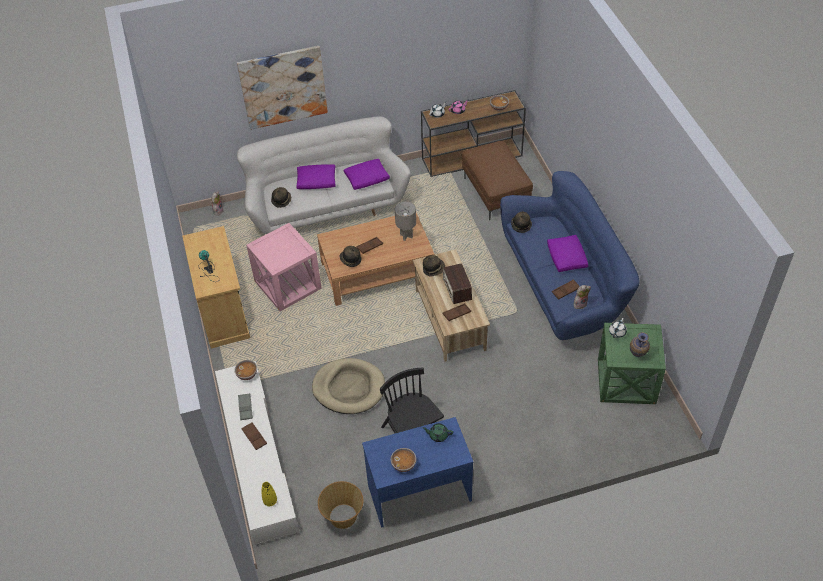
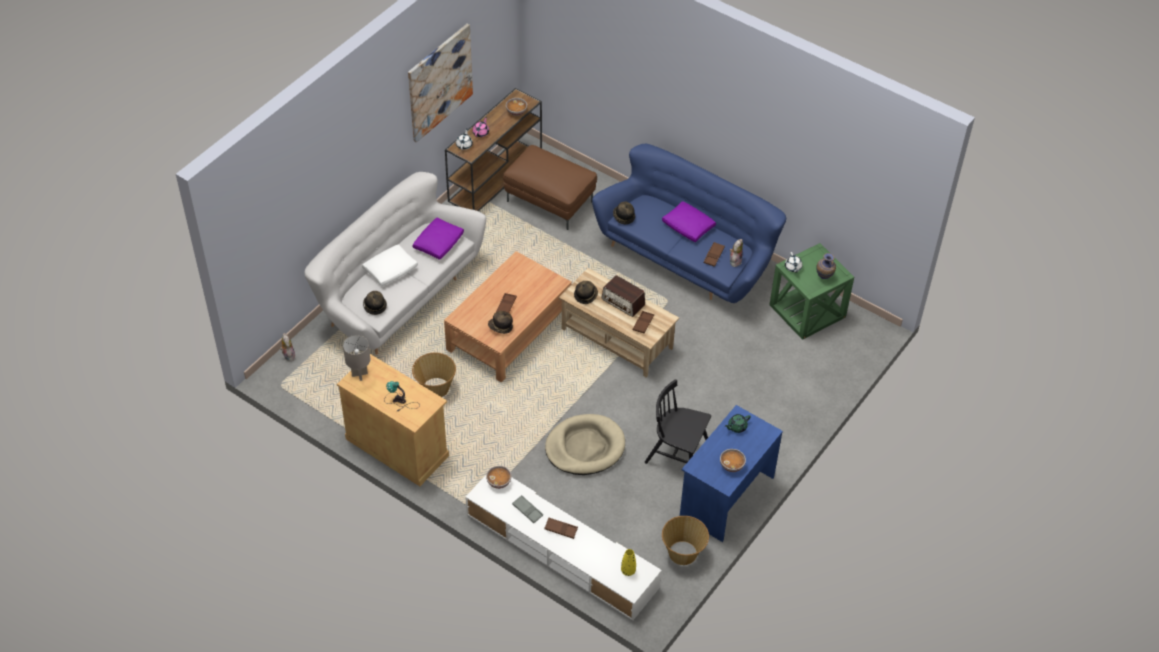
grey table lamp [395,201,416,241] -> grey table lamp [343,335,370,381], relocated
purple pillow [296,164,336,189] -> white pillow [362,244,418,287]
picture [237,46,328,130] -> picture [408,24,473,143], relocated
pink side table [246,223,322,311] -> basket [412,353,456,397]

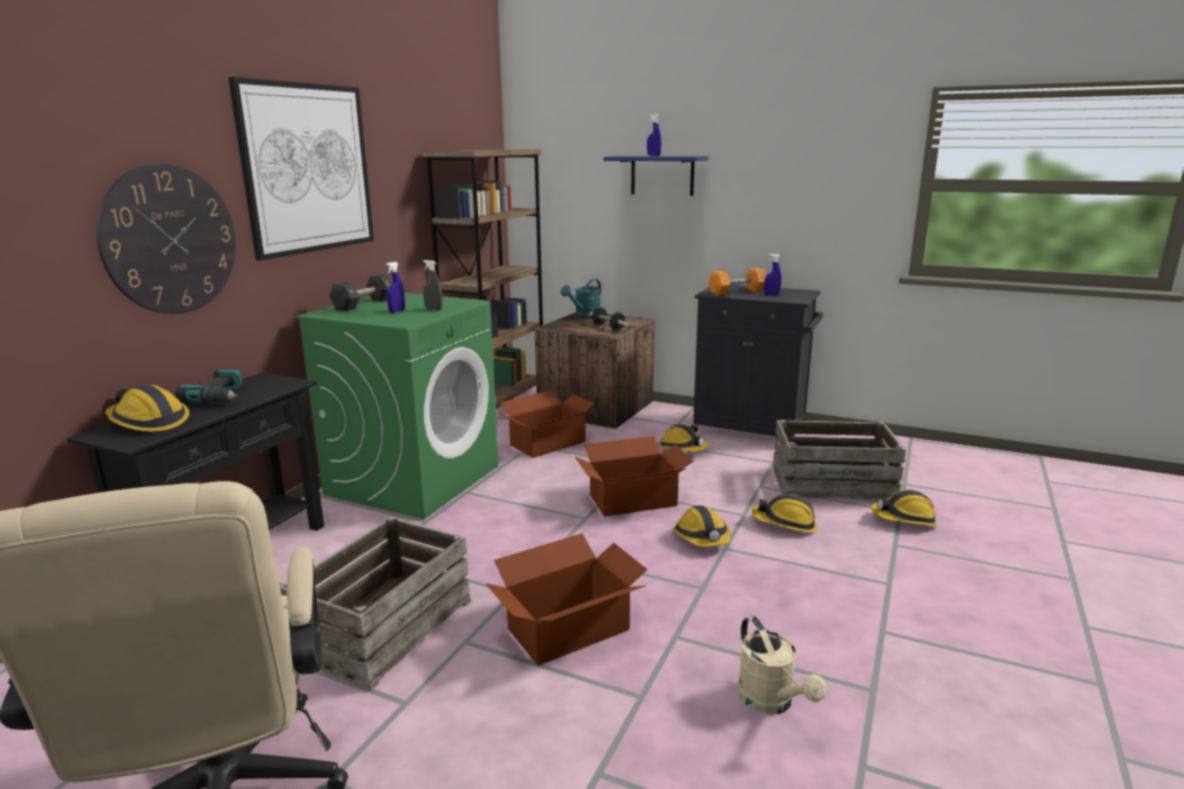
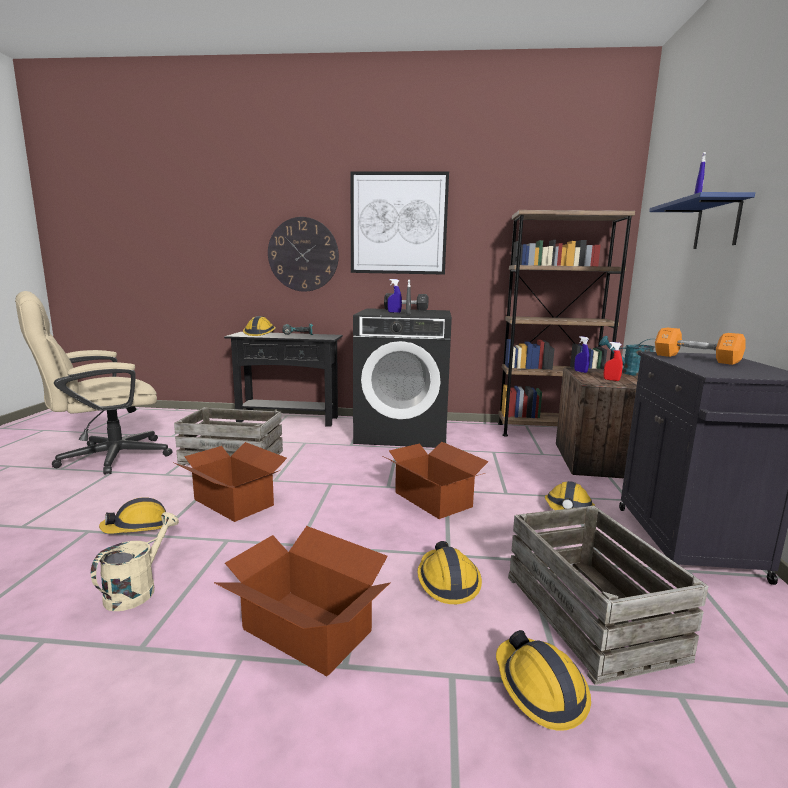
beige watering can [738,616,826,714] -> beige watering can [91,512,179,611], 150 degrees clockwise
hard hat [672,506,731,547] -> hard hat [99,497,166,534], relocated
cardboard box [499,390,596,458] -> cardboard box [214,526,391,676], relocated
green washing machine [295,293,499,519] -> black washing machine [353,308,452,448]
blue spray bottle [764,253,782,296] -> blue spray bottle [574,336,590,373], relocated
dumbbell [590,307,628,331] -> red spray bottle [604,342,623,381]

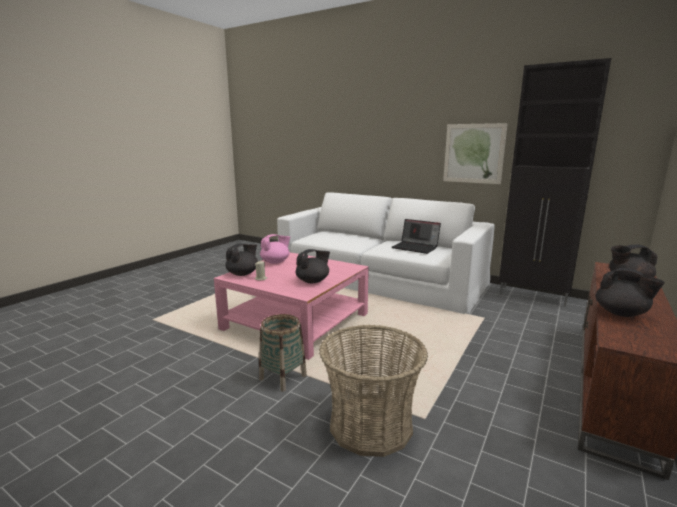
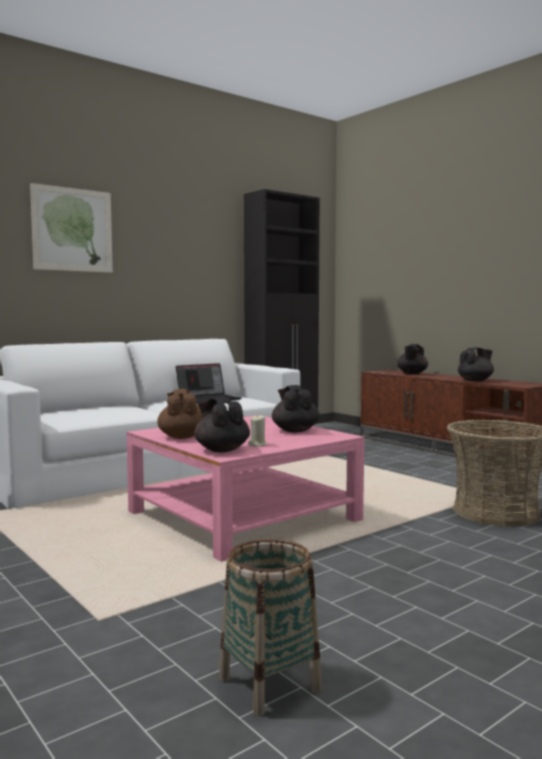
picture [443,123,508,184] -> picture [30,183,113,273], relocated
pink teapot [260,234,290,264] -> brown teapot [157,389,203,439]
basket [259,314,307,392] -> basket [219,539,322,716], relocated

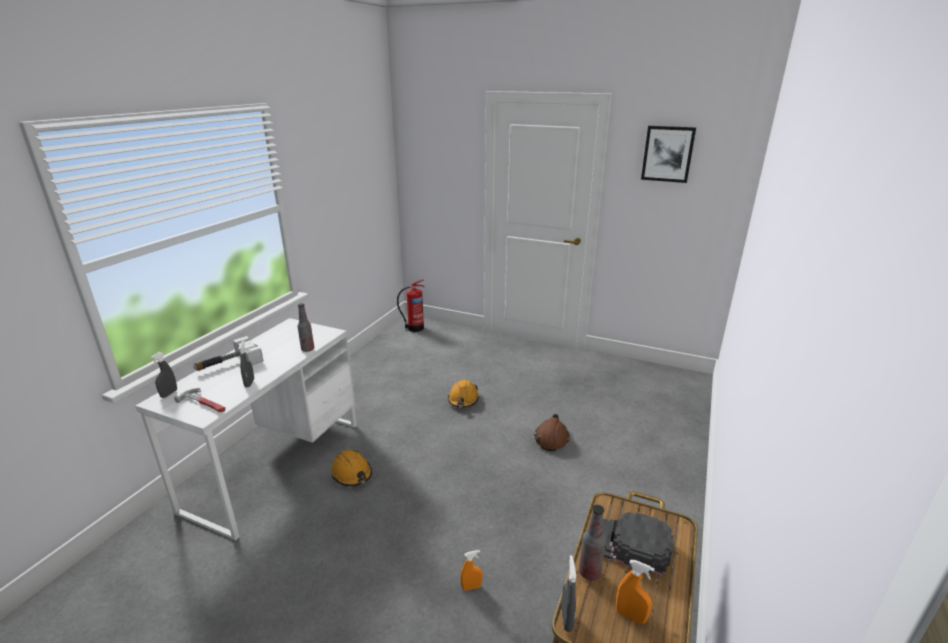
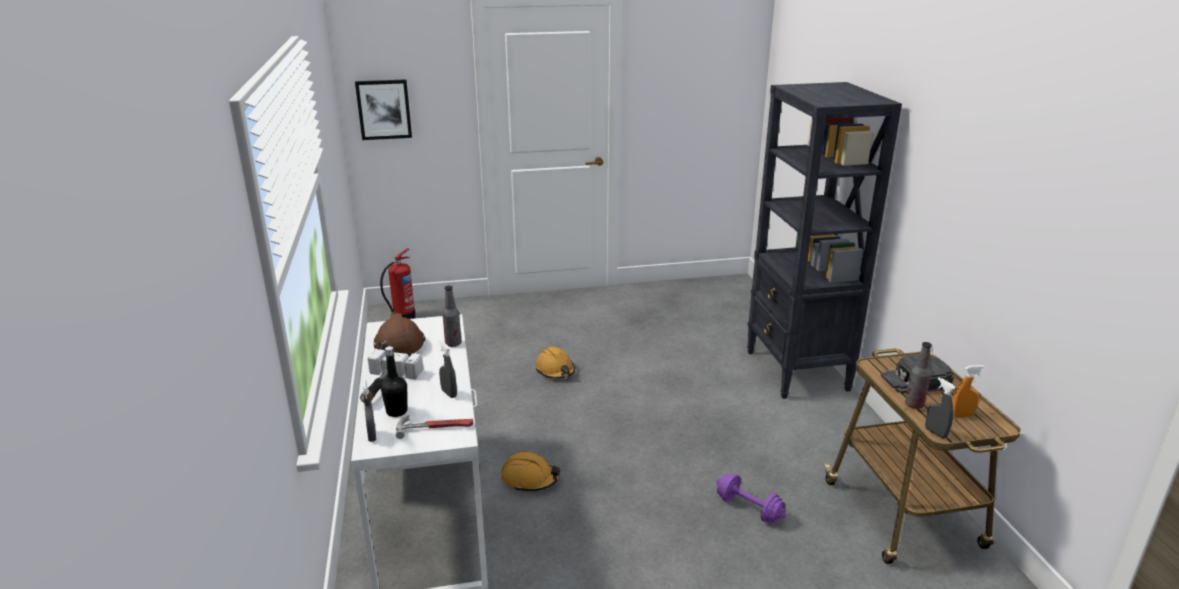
picture [641,126,696,183] -> picture [355,79,412,140], relocated
brown hard hat [534,414,569,451] -> brown hard hat [374,312,425,356], relocated
none -> black bottle [381,346,407,417]
orange spray bottle [460,550,483,591] -> purple dumbbell [716,474,786,523]
none -> black bookcase [747,82,902,399]

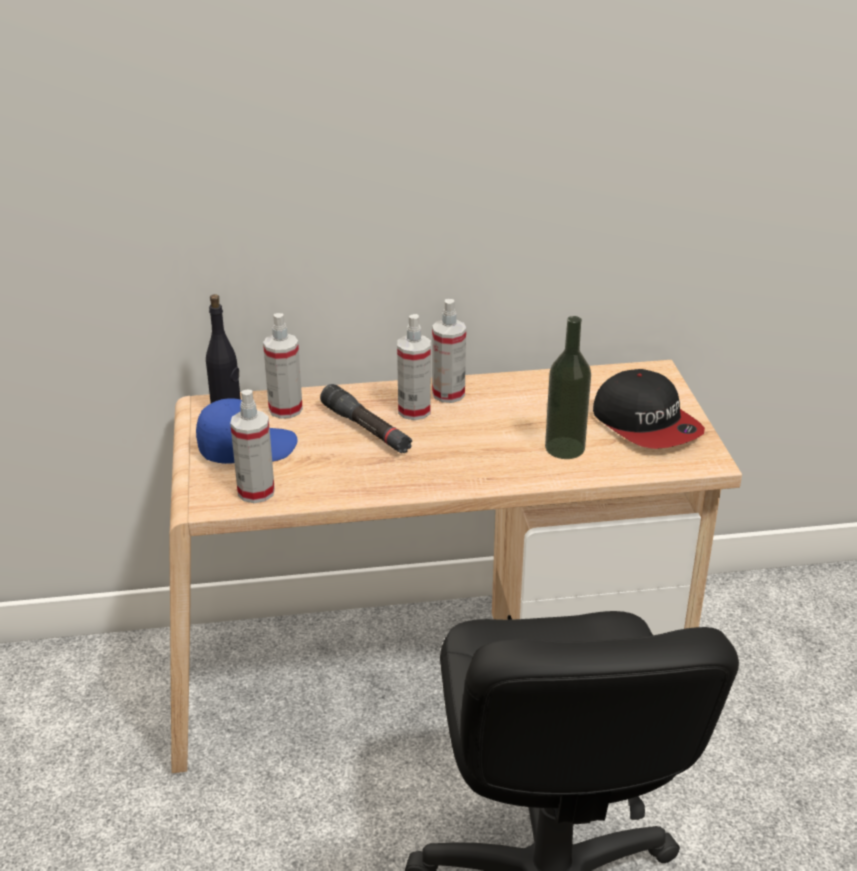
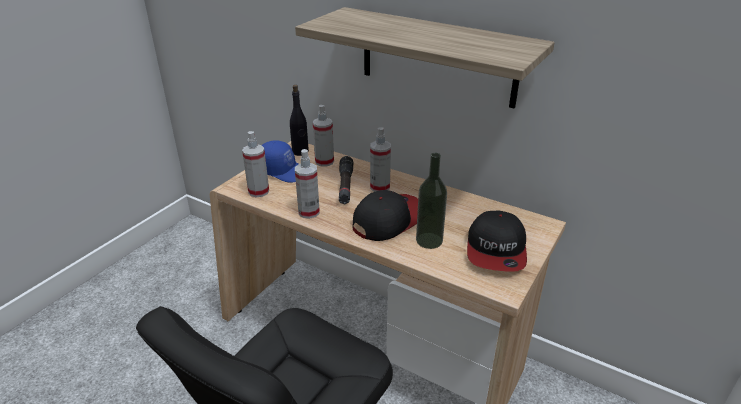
none -> shelf [295,7,555,109]
spray bottle [432,299,466,403] -> spray bottle [295,149,320,219], relocated
none -> cap [352,190,418,241]

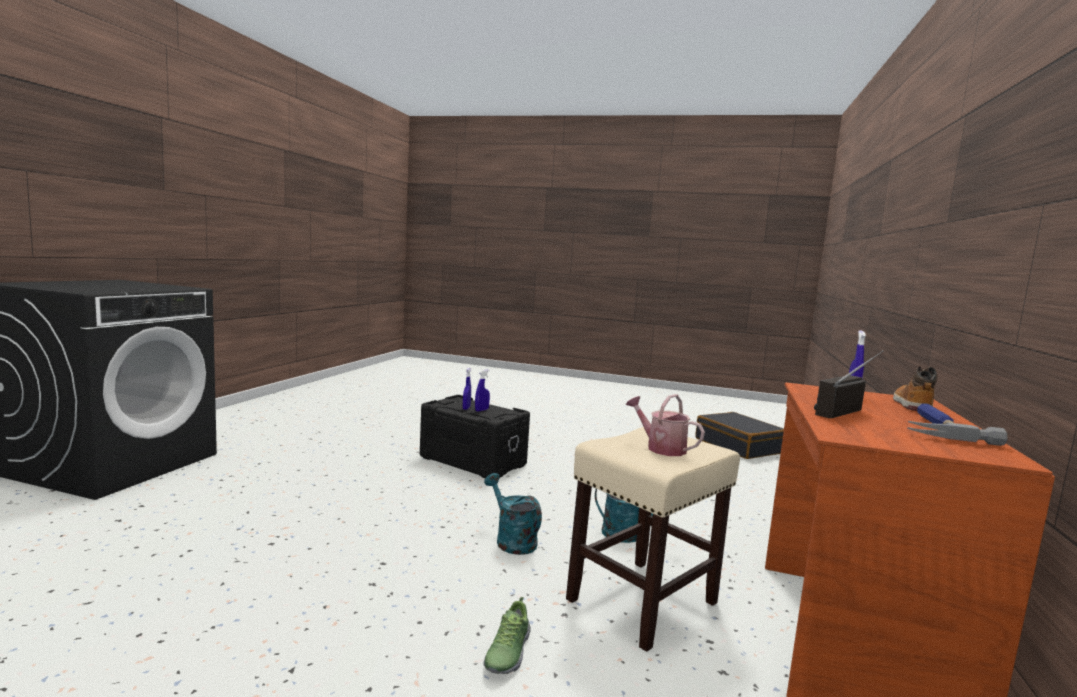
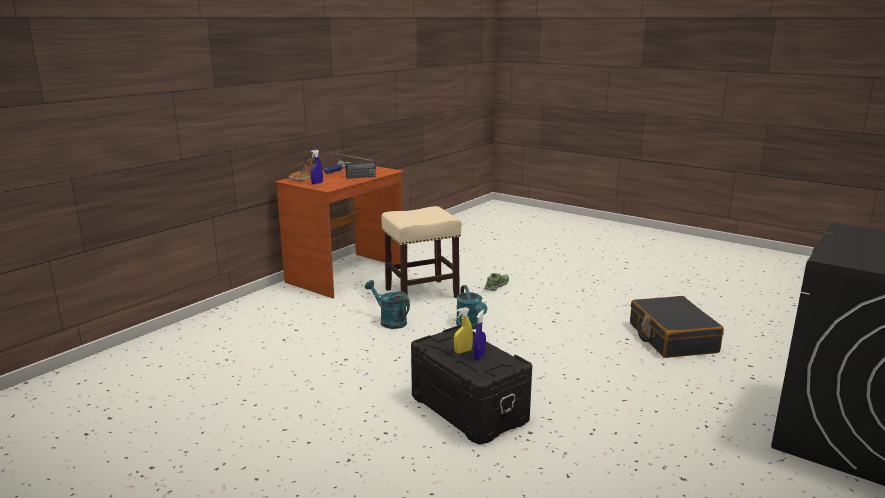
blue spray bottle [475,370,490,412] -> yellow spray bottle [454,307,473,353]
black suitcase [695,412,784,459] -> black suitcase [630,296,724,358], relocated
watering can [625,394,705,456] -> none

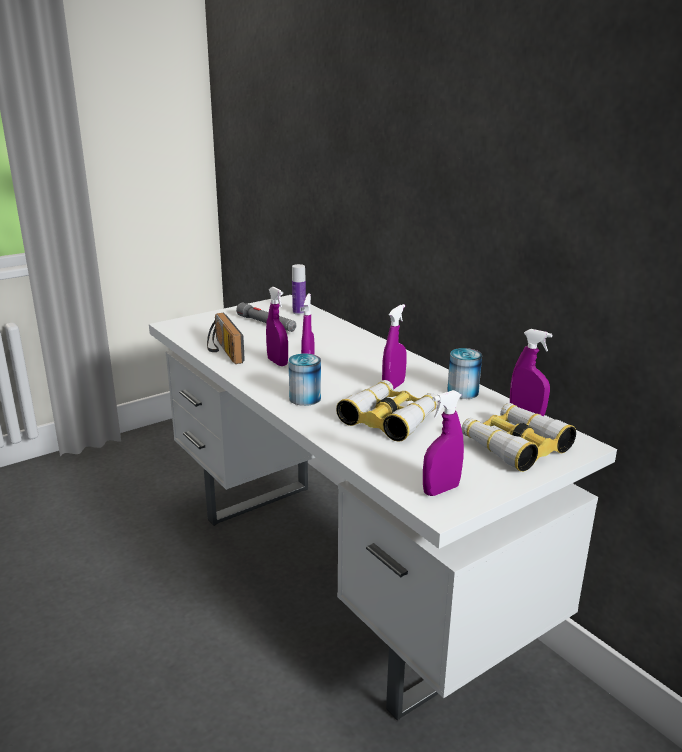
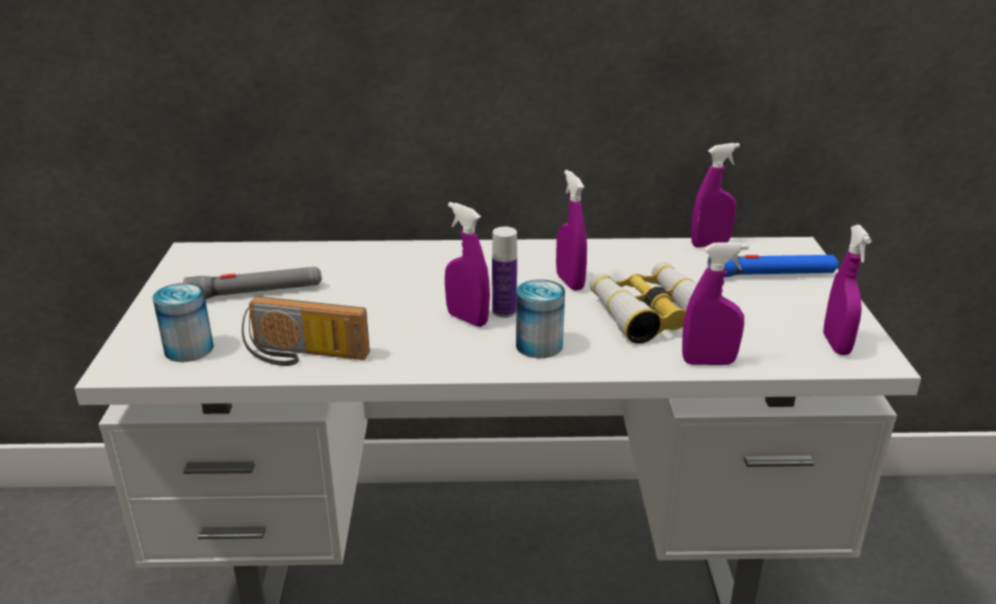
can [447,348,482,399] -> can [153,283,214,362], relocated
bottle [292,264,306,315] -> bottle [492,227,517,318], relocated
purple spray bottle [266,287,288,366] -> purple spray bottle [682,242,748,365], relocated
binoculars [462,403,576,472] -> blue flashlight [707,255,838,277]

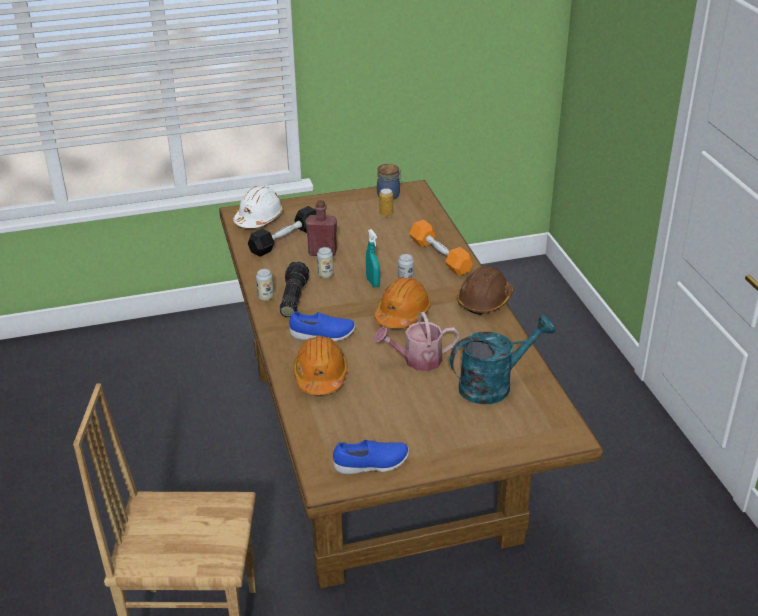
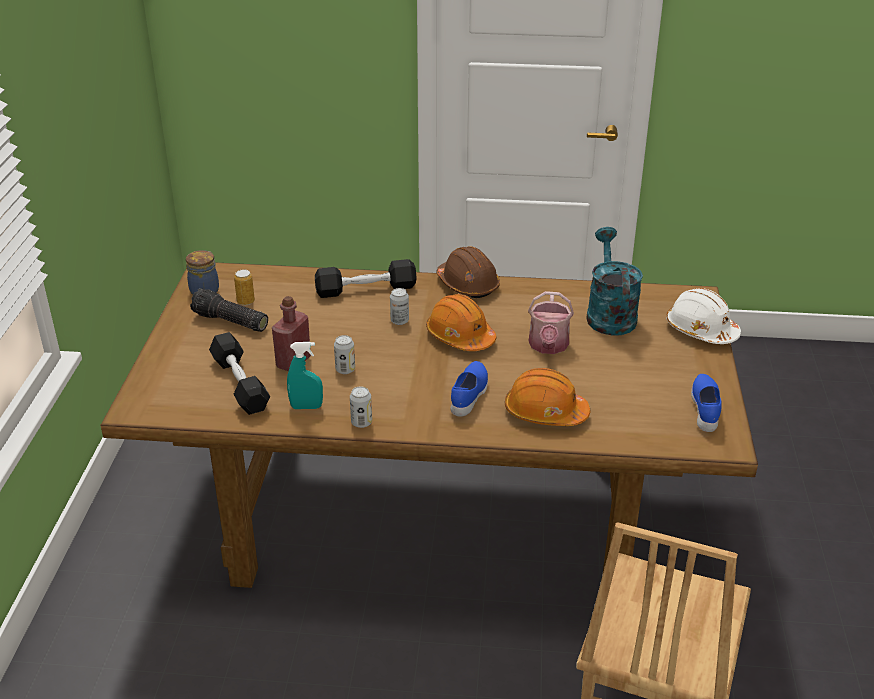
flashlight [280,262,309,317] -> flashlight [190,288,268,332], relocated
turquoise spray bottle [366,229,380,287] -> turquoise spray bottle [287,342,323,409], relocated
orange dumbbell [409,220,473,276] -> black dumbbell [315,259,417,298]
white hard hat [233,186,283,228] -> white hard hat [666,288,741,344], relocated

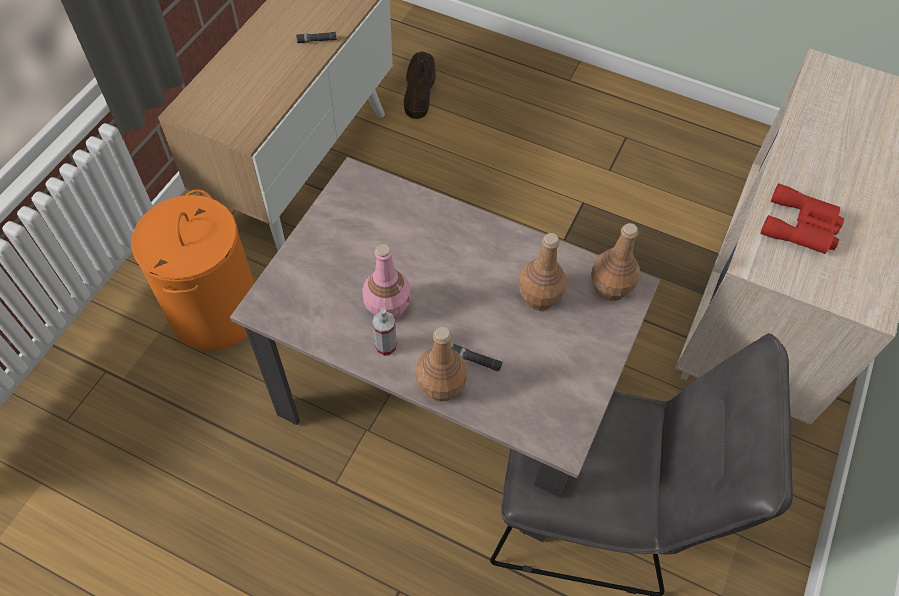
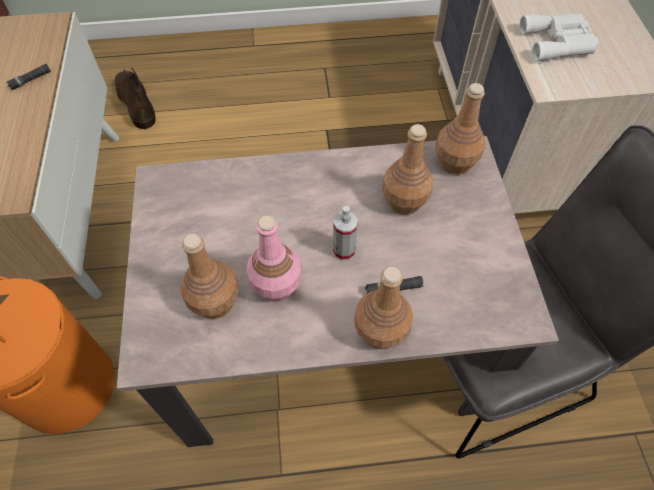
none -> brown bottle [180,234,239,319]
spray bottle [372,308,397,356] -> spray bottle [333,206,358,260], relocated
red binoculars [760,184,845,254] -> white binoculars [519,13,599,61]

